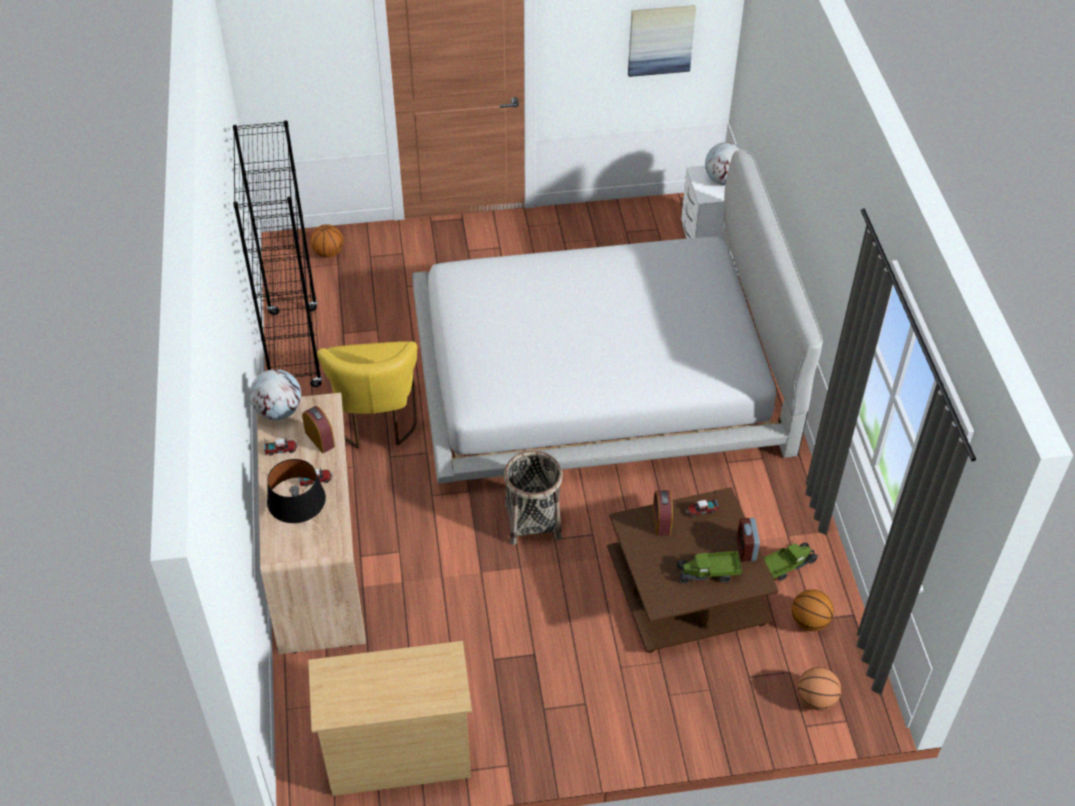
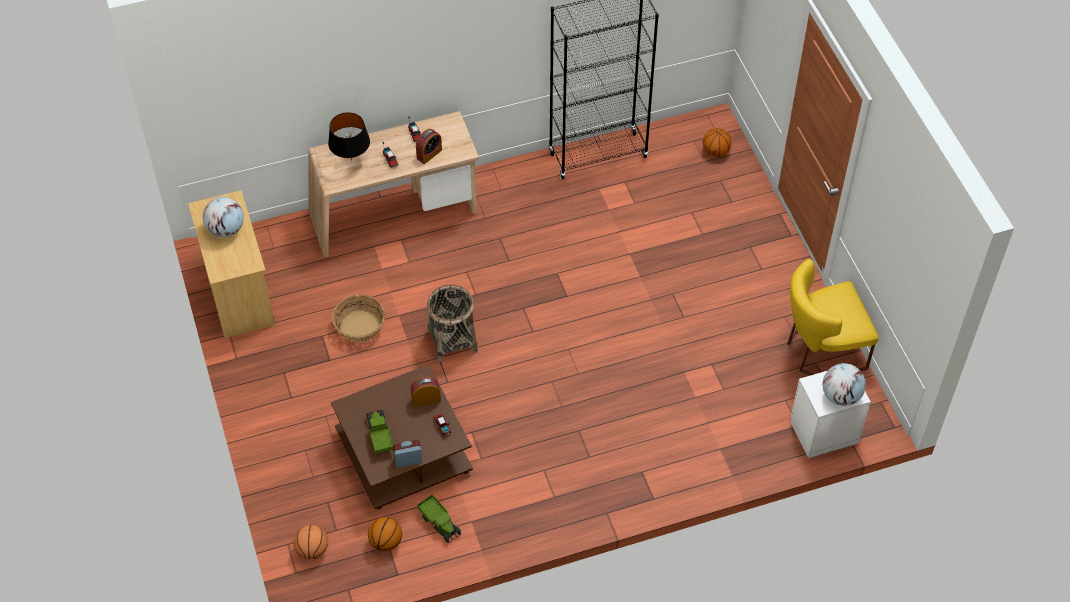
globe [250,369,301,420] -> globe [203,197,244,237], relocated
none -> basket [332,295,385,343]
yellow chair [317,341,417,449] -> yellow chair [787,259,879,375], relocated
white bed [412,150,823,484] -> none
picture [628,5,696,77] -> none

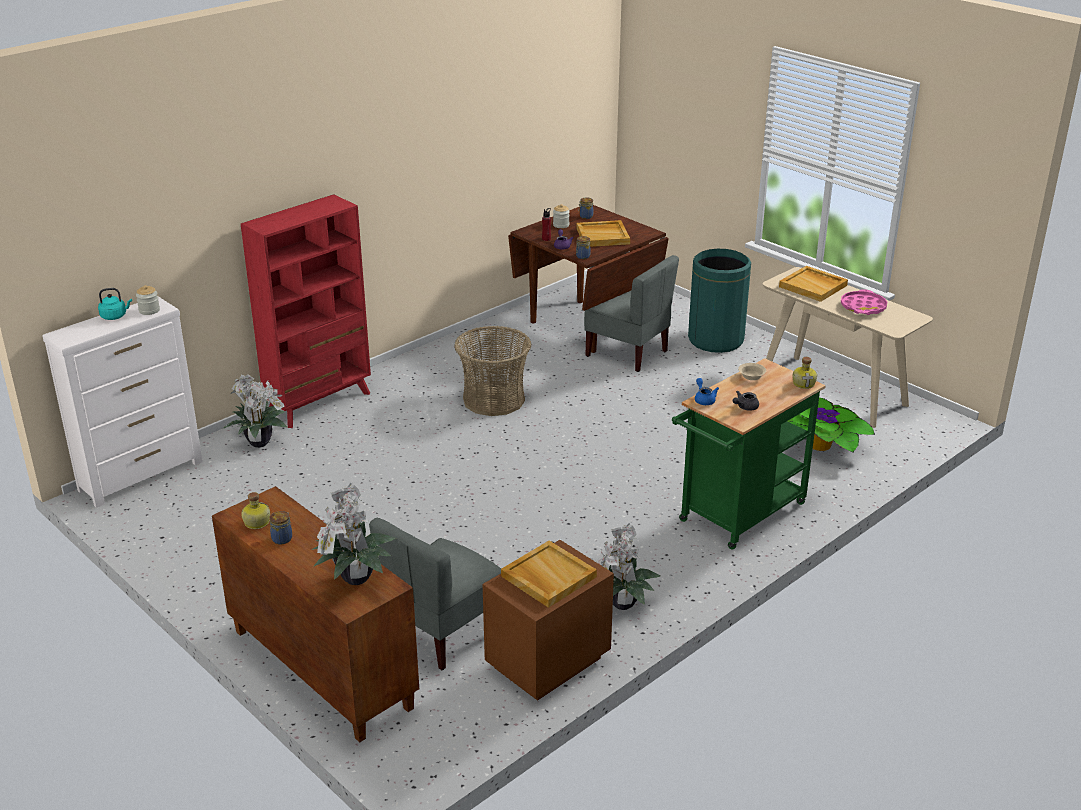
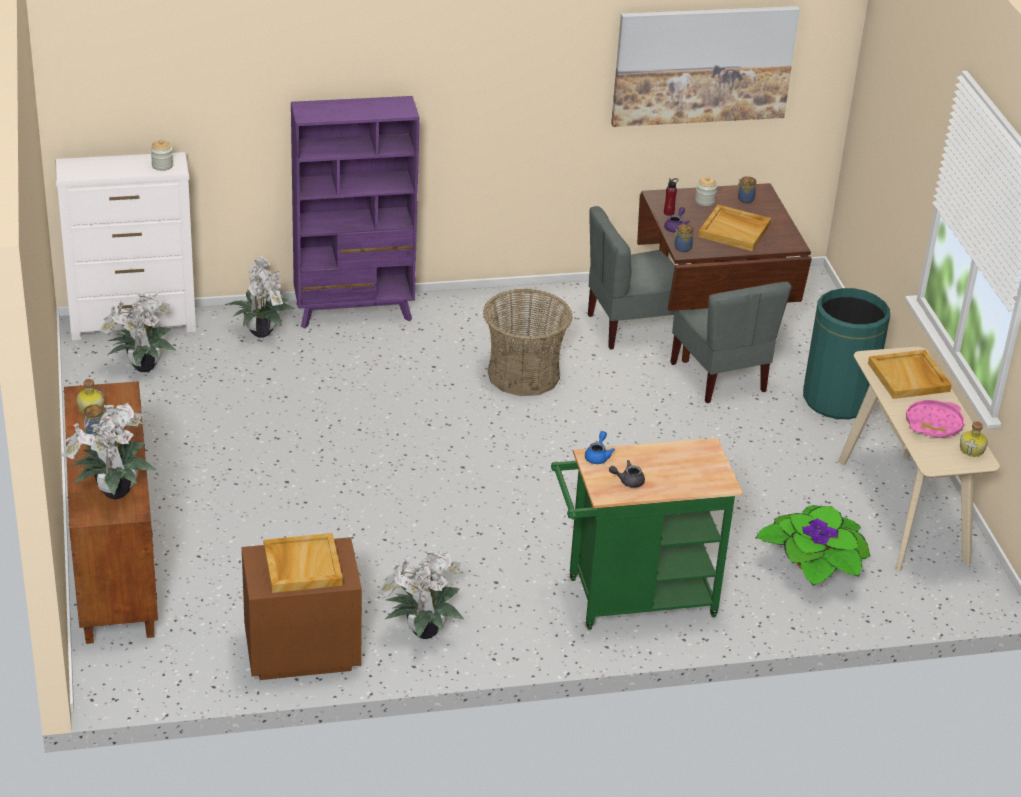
none -> potted plant [99,293,176,372]
red bookcase [241,194,371,428] -> purple bookcase [291,96,420,328]
grey chair [369,518,501,670] -> grey chair [588,206,675,349], relocated
none -> picture [611,6,800,127]
bottle [792,357,817,389] -> bottle [960,422,988,457], relocated
turquoise kettle [98,288,132,320] -> none
beige bowl [738,363,766,380] -> none

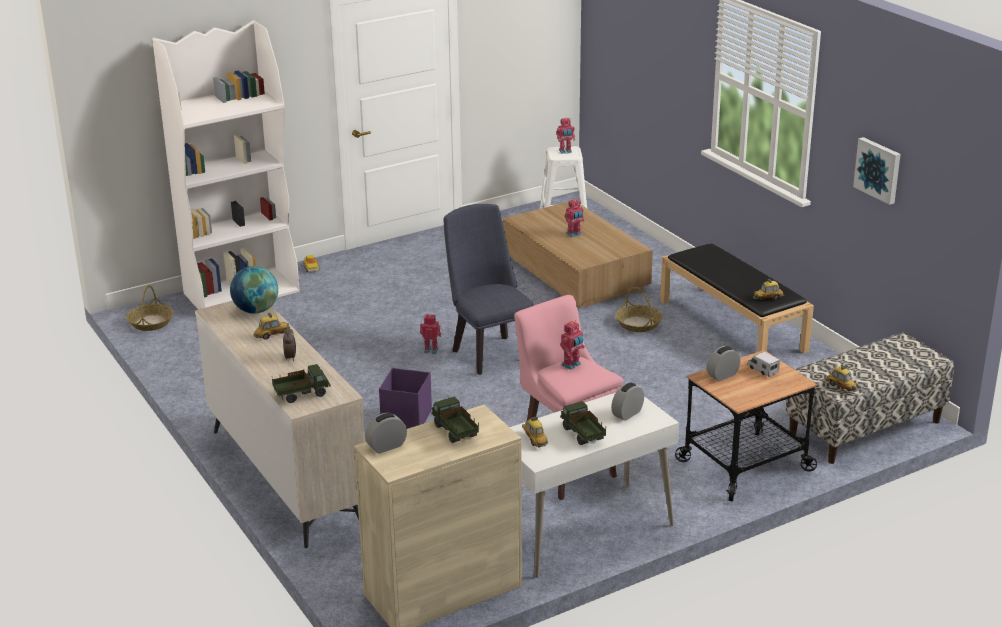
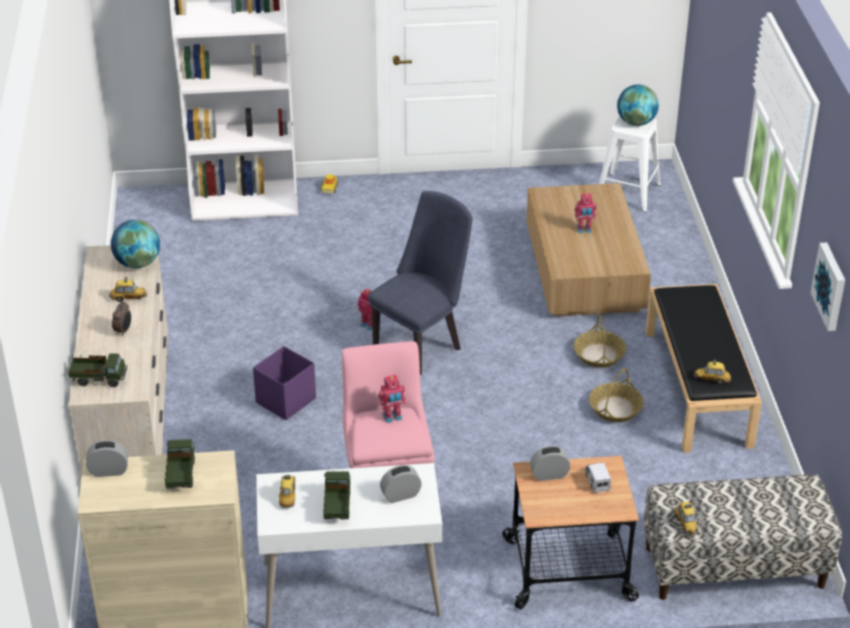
blue chair [444,204,534,375] -> blue chair [368,191,473,375], 45 degrees clockwise
basket [126,285,173,331] -> basket [589,368,644,422], relocated
toy robot [556,118,575,154] -> globe [617,85,659,126]

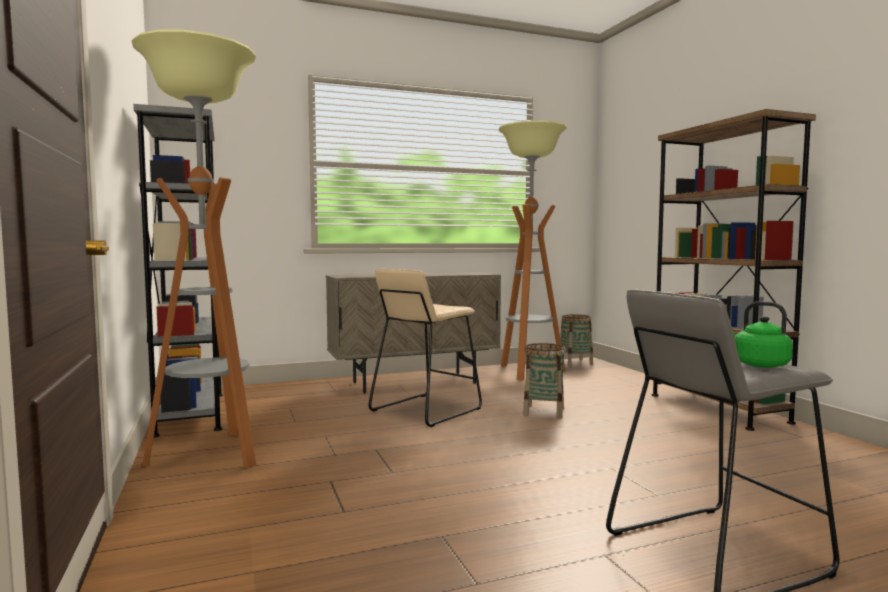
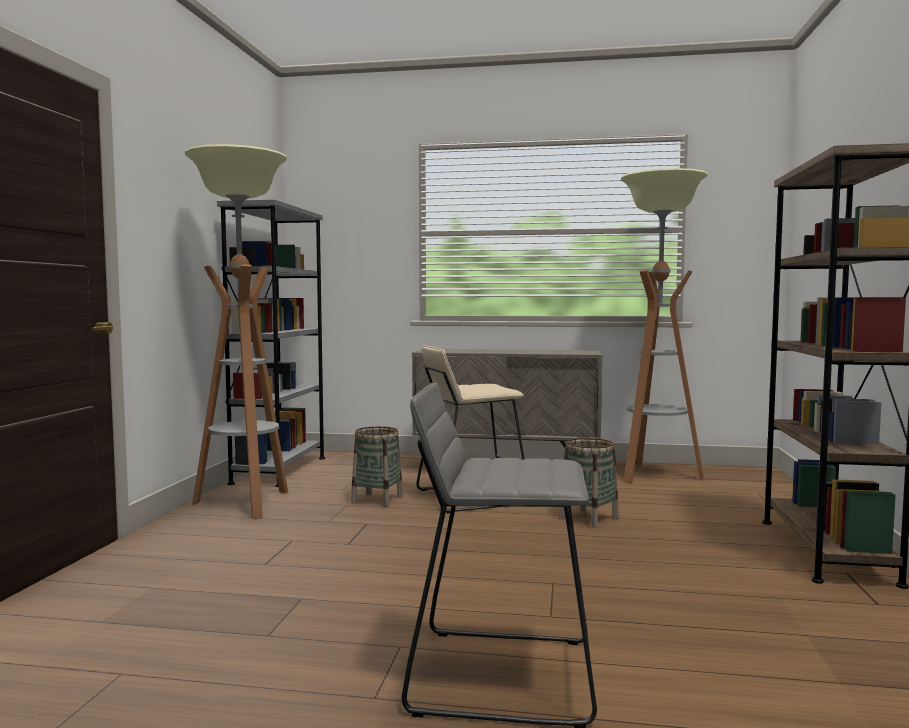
basket [560,314,593,366] -> basket [351,426,403,507], relocated
green kettle [733,302,793,368] -> none

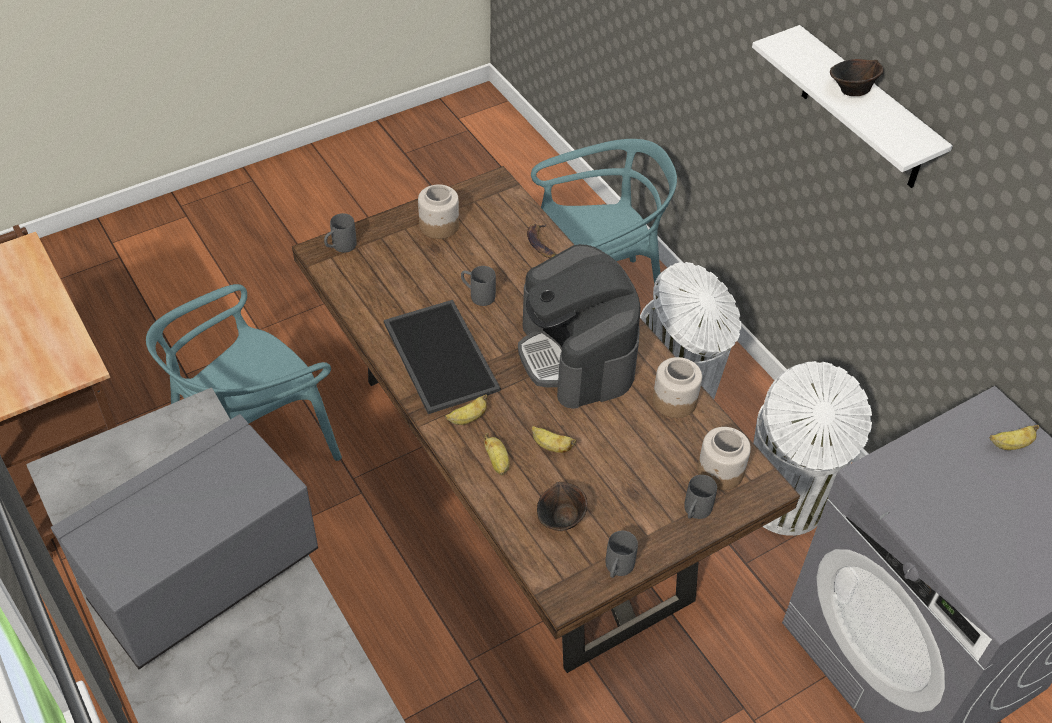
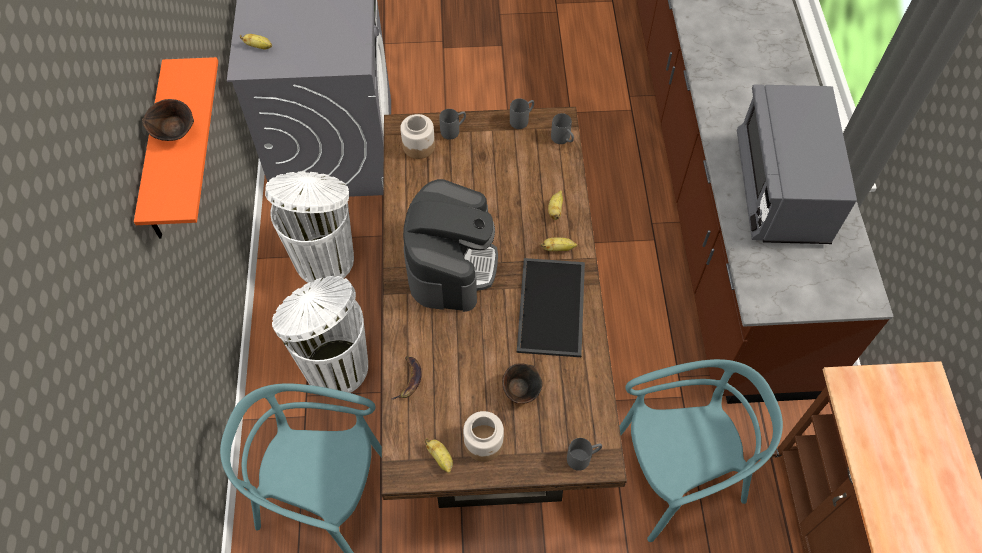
white shelf [752,25,953,188] -> orange shelf [134,57,218,239]
banana [532,426,576,453] -> banana [425,438,453,473], relocated
brown bowl [537,482,587,531] -> brown bowl [502,363,543,404], relocated
grey mug [461,266,496,306] -> grey mug [551,113,574,144], relocated
grey microwave [51,414,318,669] -> grey microwave [737,84,857,244], 105 degrees clockwise
jar [653,357,702,418] -> none

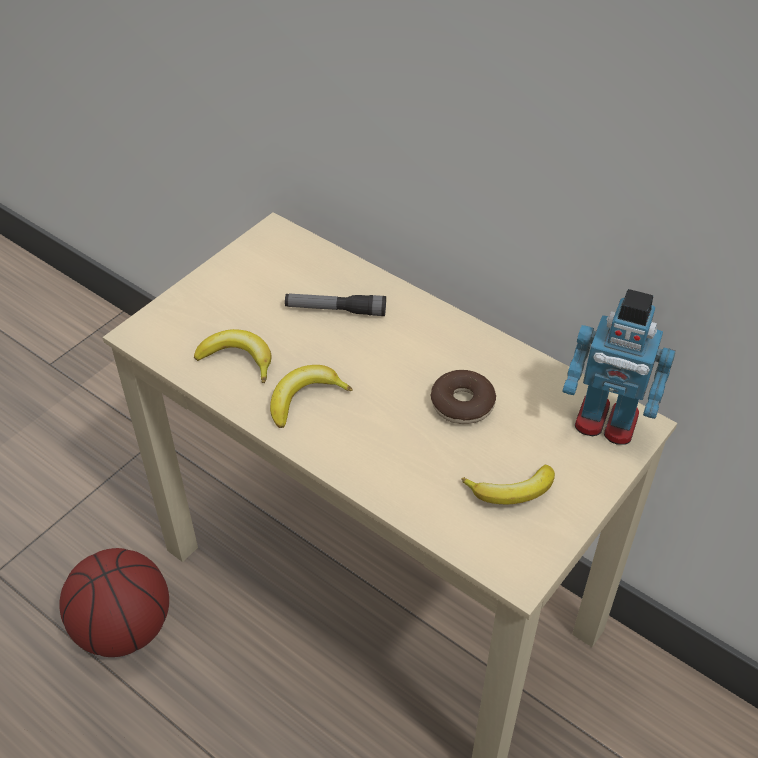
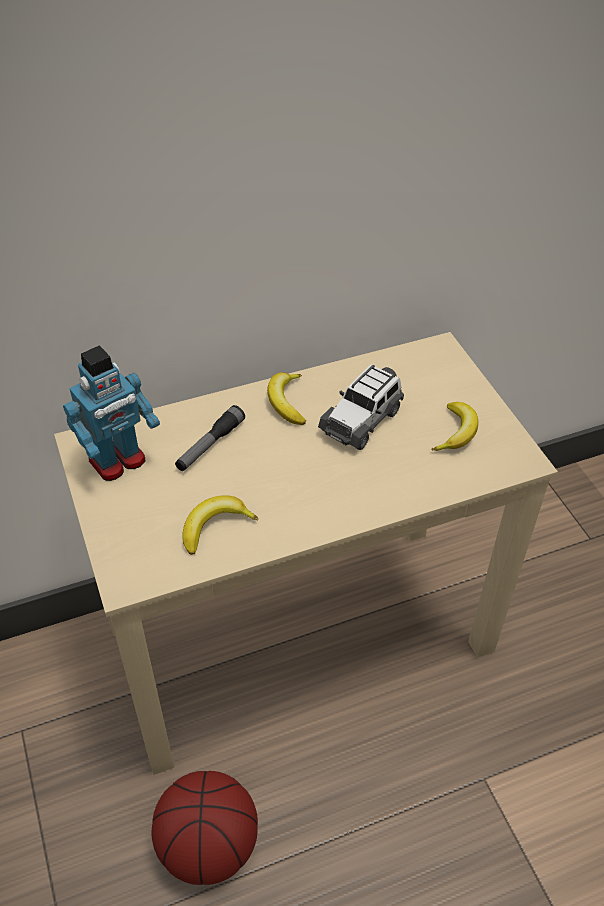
toy robot [562,289,676,445] -> toy robot [63,345,160,481], relocated
banana [270,365,353,428] -> banana [267,372,306,425], relocated
donut [430,370,496,424] -> toy car [318,365,404,450]

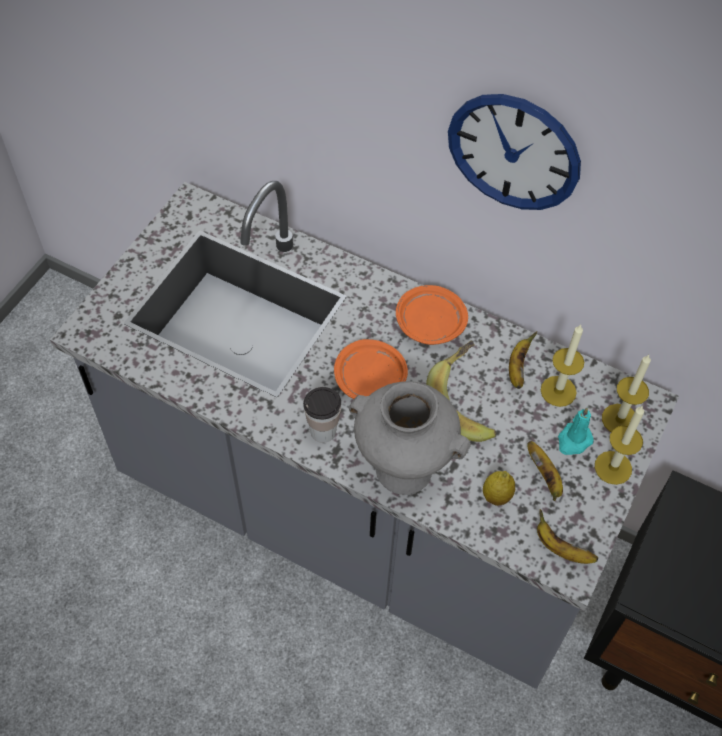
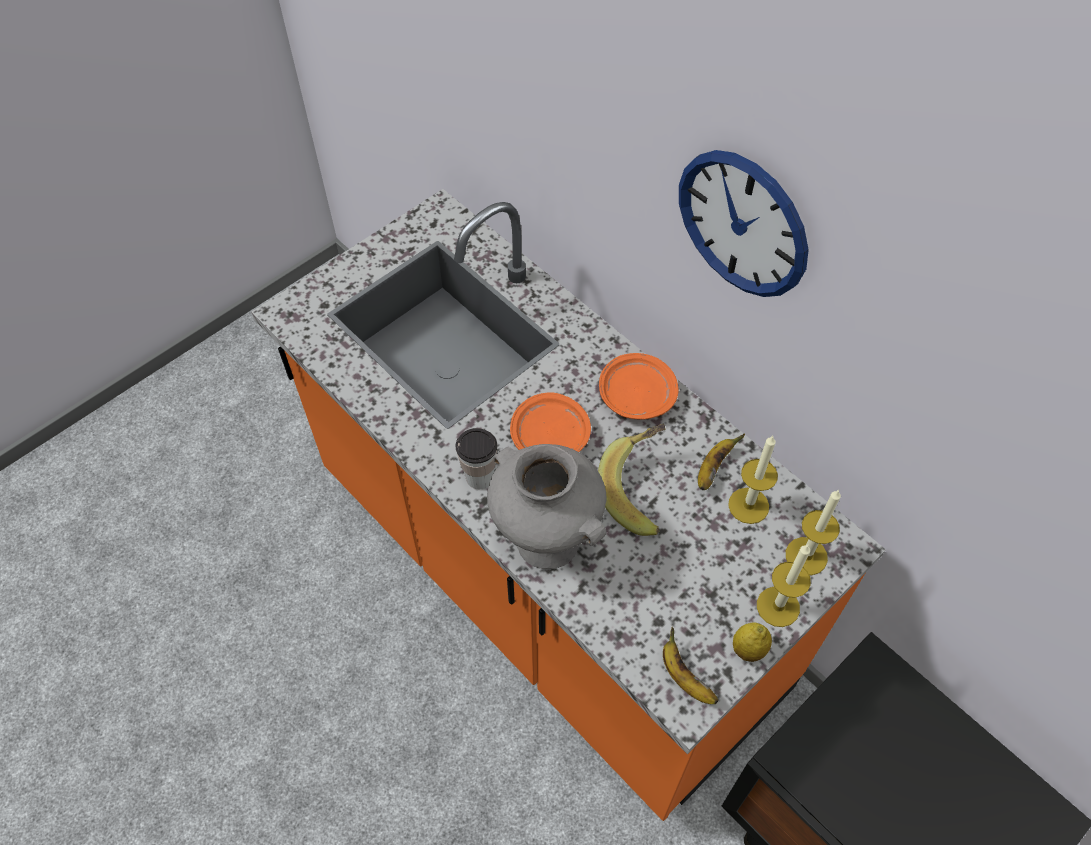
grey counter [50,181,679,689] -> orange counter [251,189,886,821]
lemon [483,471,515,506] -> lemon [733,622,772,662], relocated
banana [527,441,563,501] -> none
turquoise candle [558,407,594,455] -> none

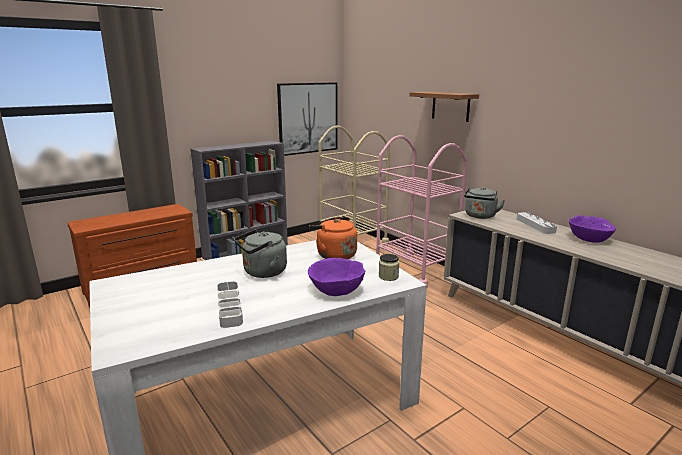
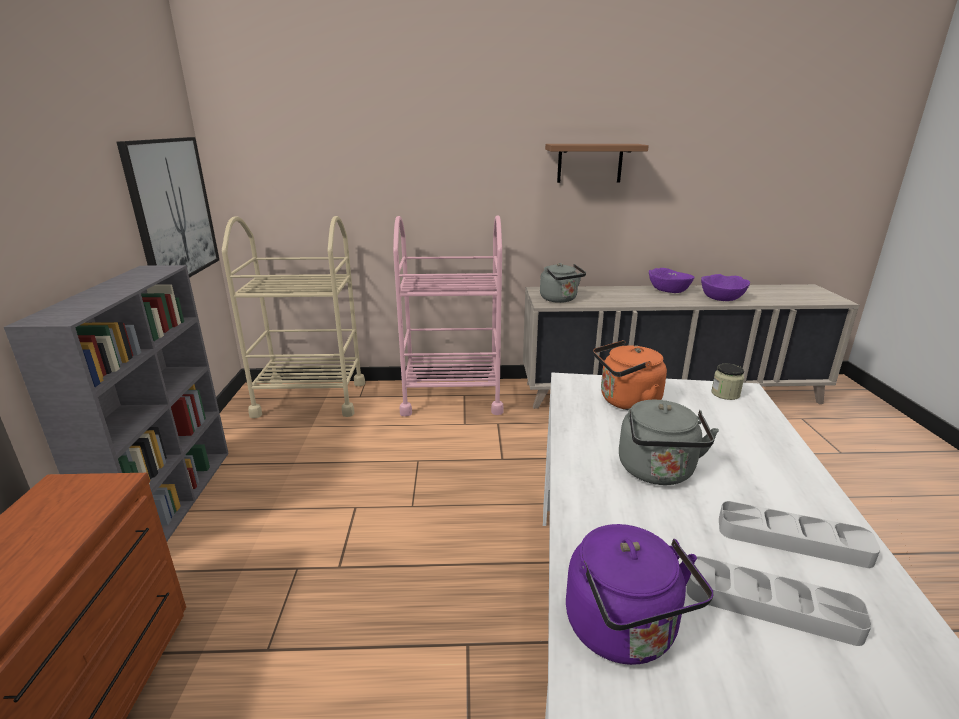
shelf [409,92,479,122] -> shelf [545,144,649,183], relocated
none -> purple kettle [566,524,714,665]
grey tray [517,212,557,234] -> grey tray [687,556,872,646], relocated
purple bowl [308,258,365,296] -> purple bowl [701,274,750,301], relocated

